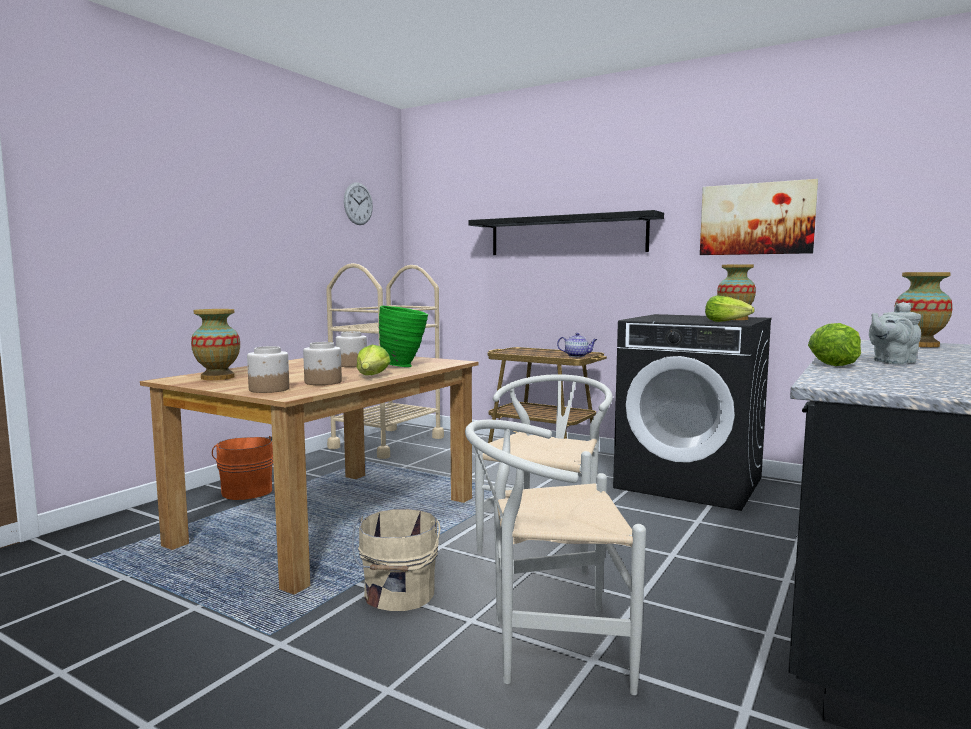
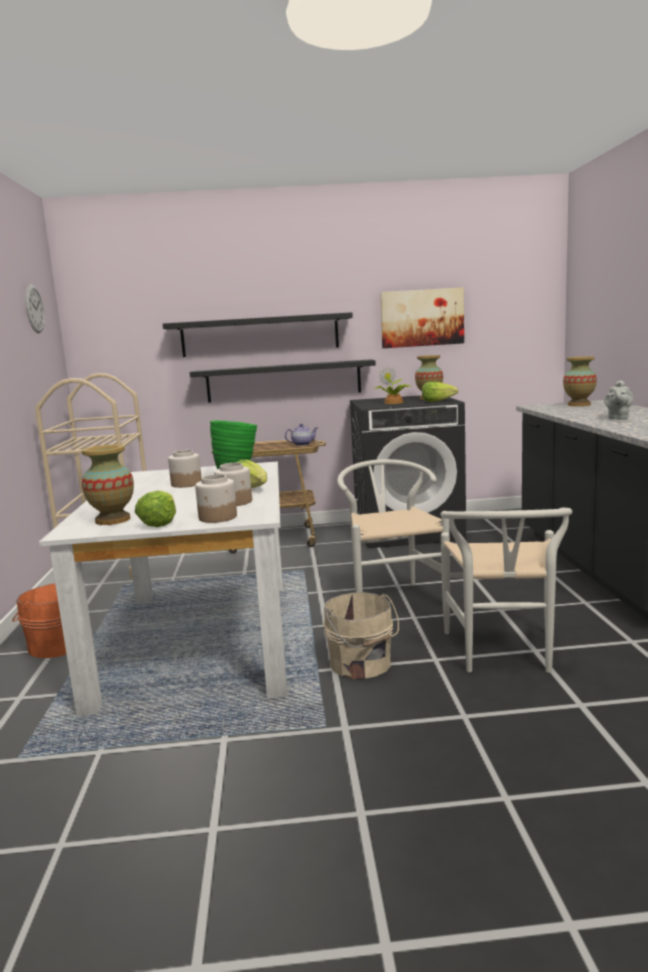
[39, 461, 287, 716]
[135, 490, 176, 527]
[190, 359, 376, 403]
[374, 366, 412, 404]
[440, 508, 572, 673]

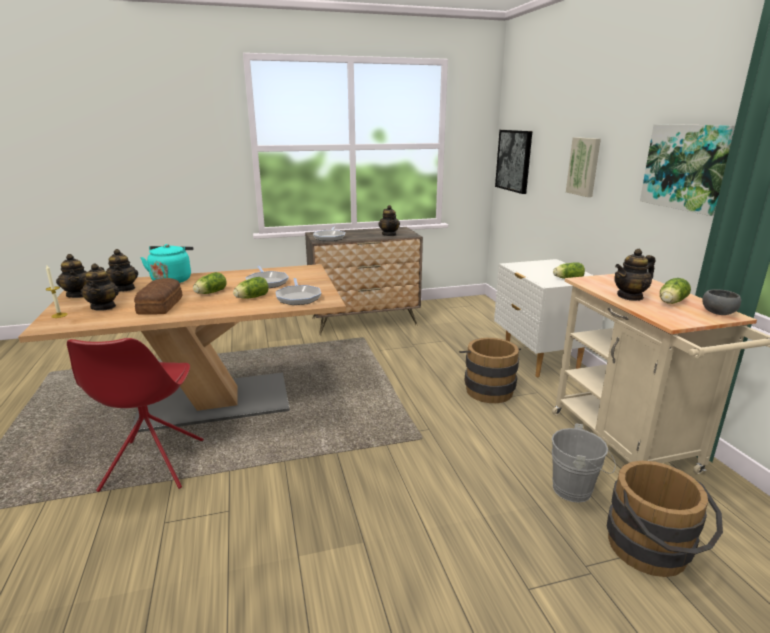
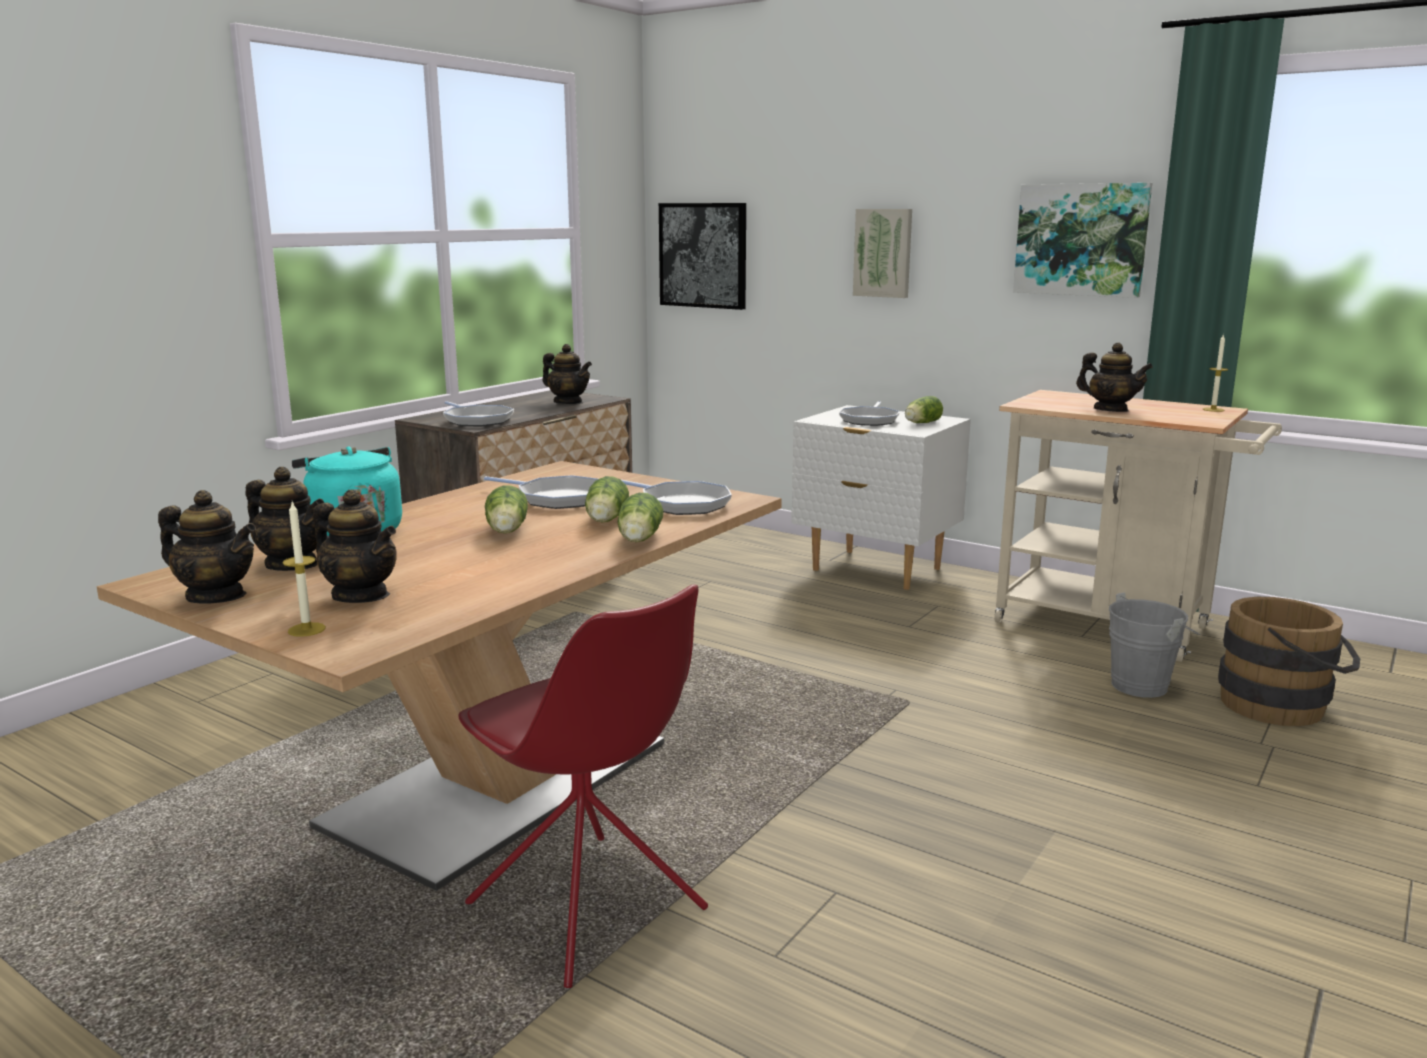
[617, 493, 663, 542]
[839, 401, 900, 426]
[1076, 343, 1153, 412]
[1203, 334, 1228, 412]
[134, 278, 183, 315] (first image)
[459, 338, 521, 403] (first image)

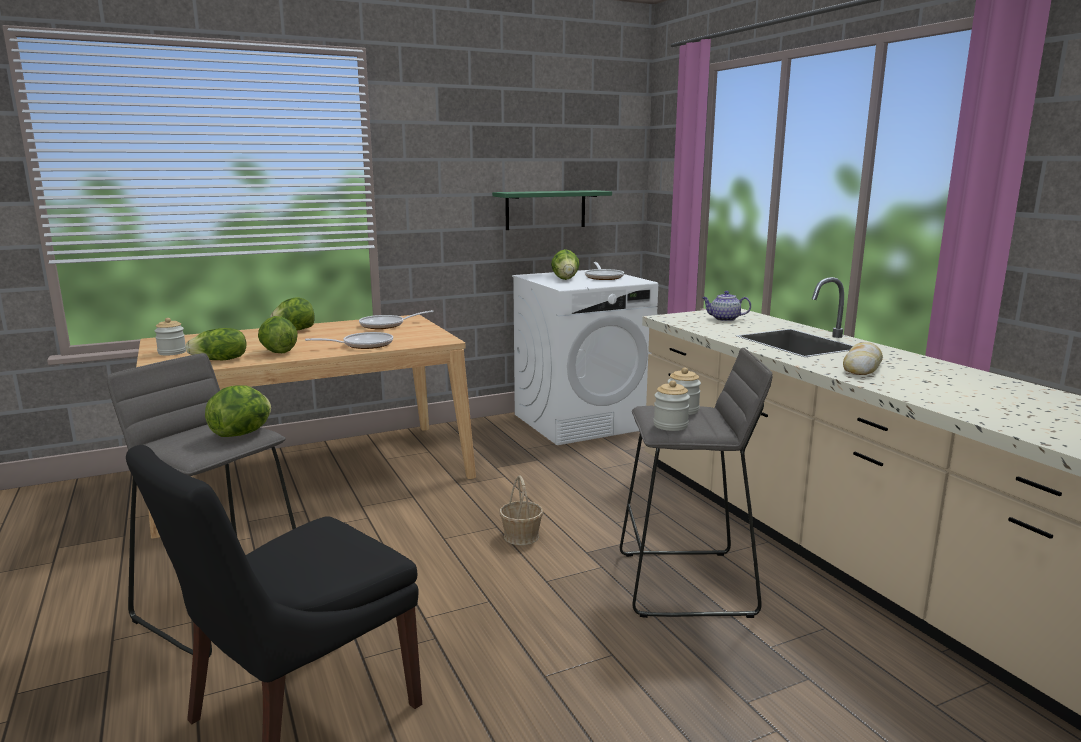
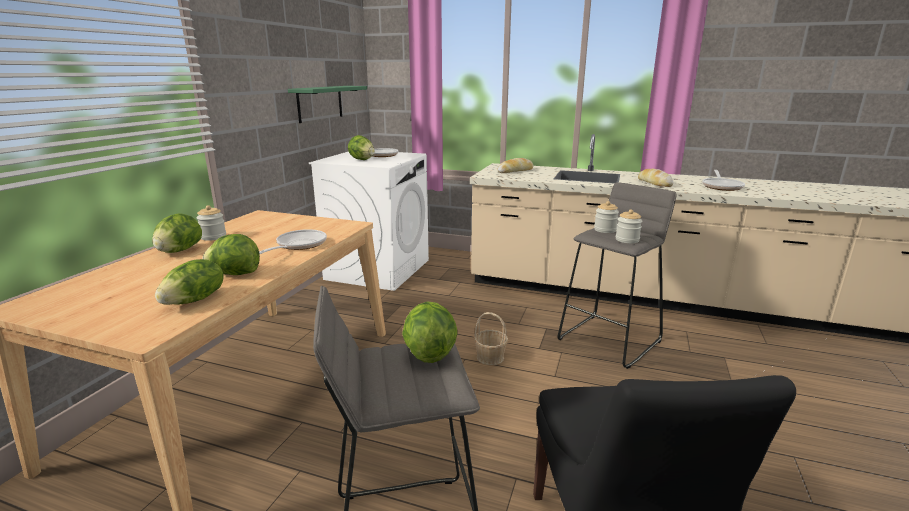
[196, 205, 226, 241]
[497, 158, 533, 173]
[702, 170, 745, 191]

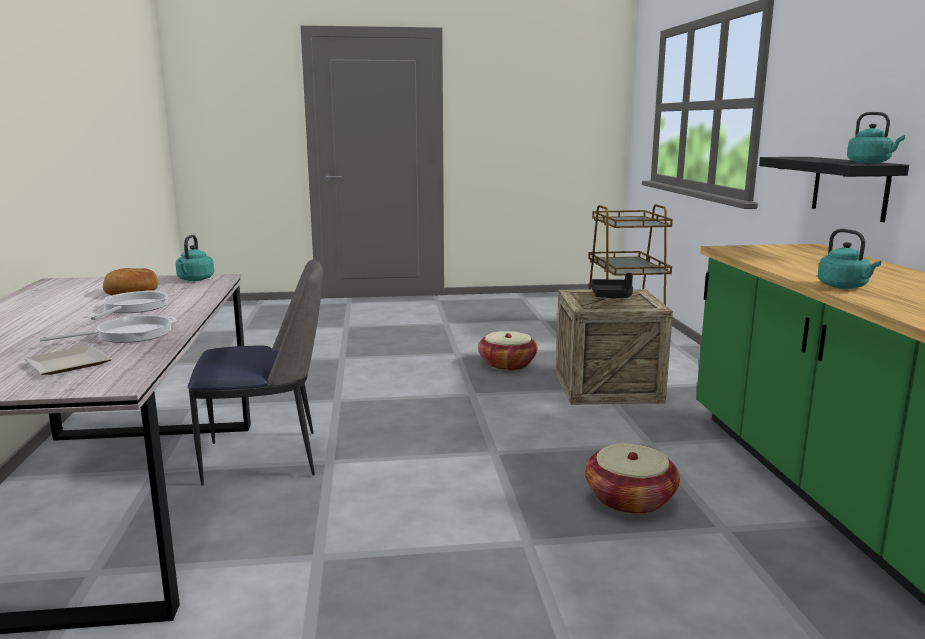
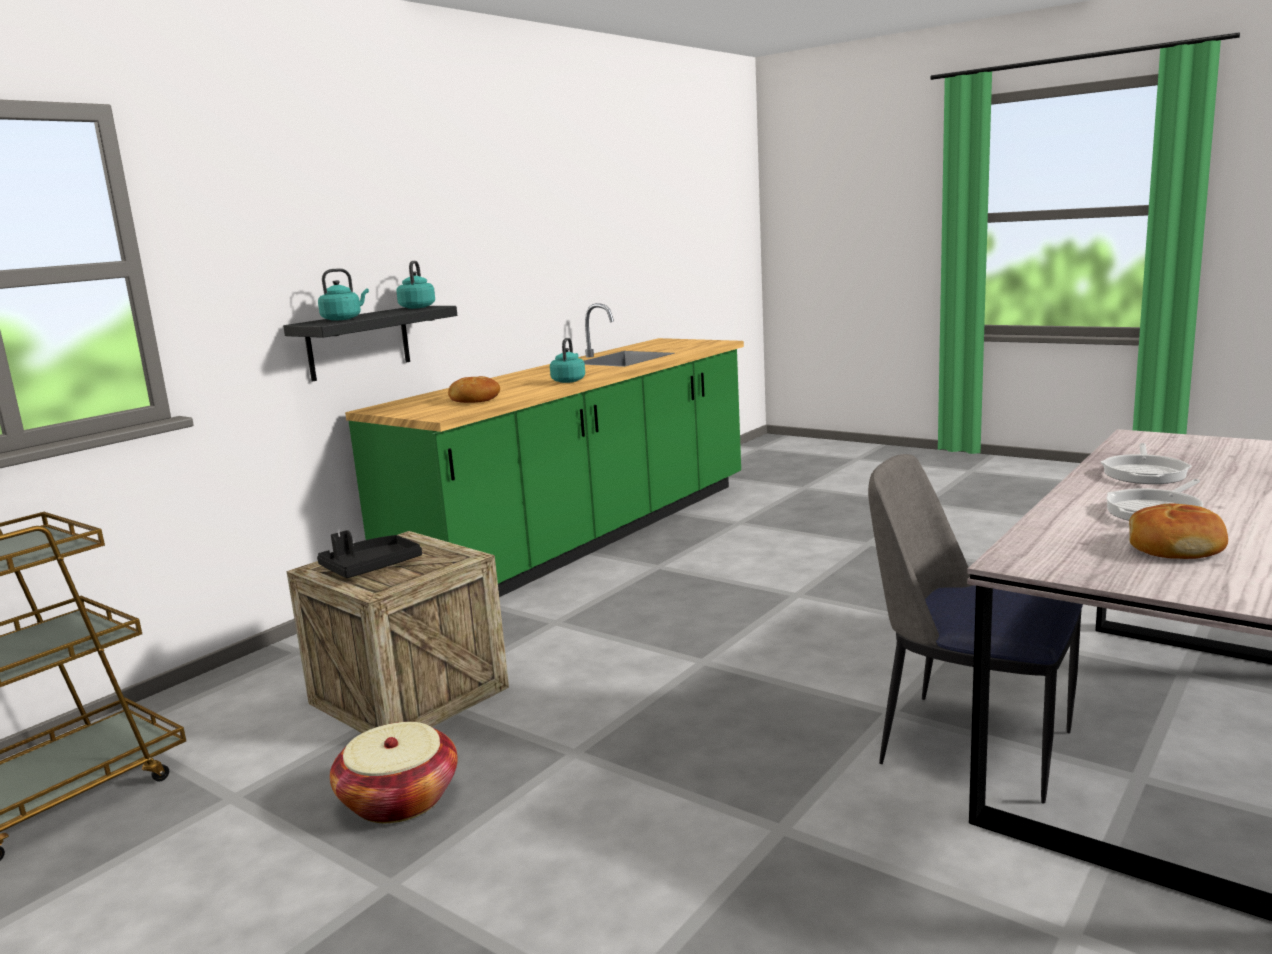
[318, 269, 369, 321]
[448, 376, 500, 403]
[1101, 443, 1192, 484]
[24, 345, 112, 375] (first image)
[585, 444, 680, 515] (first image)

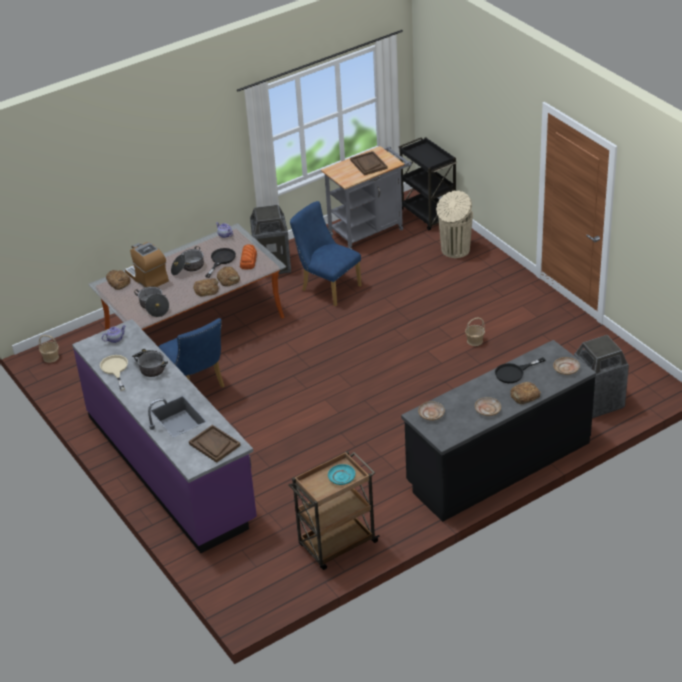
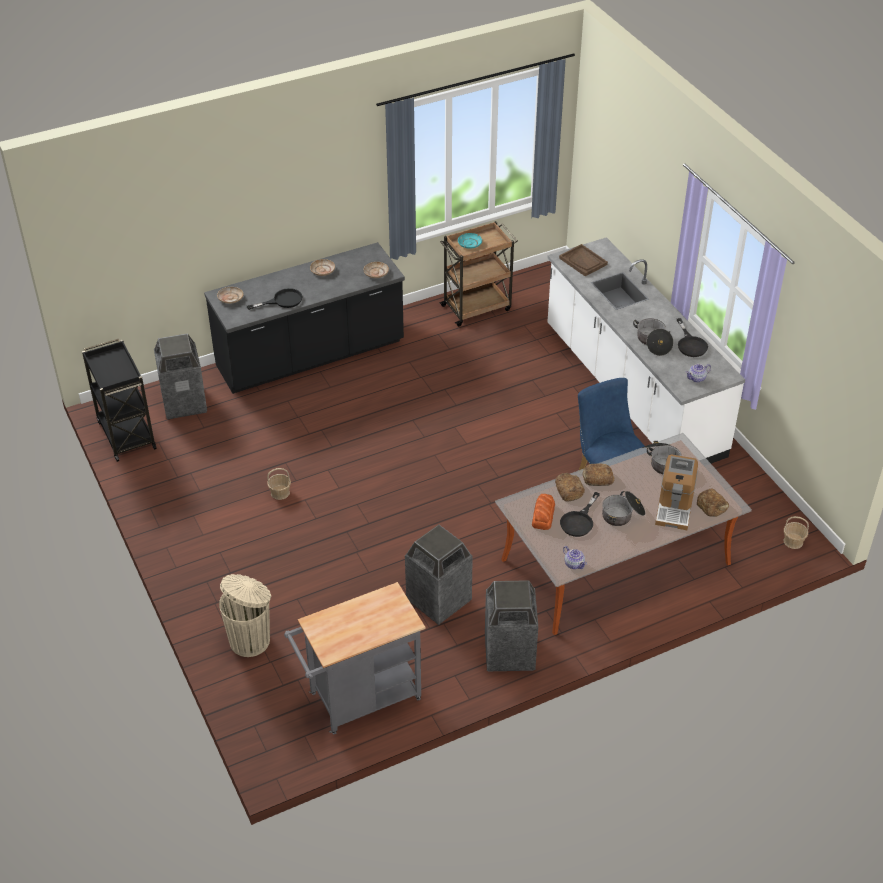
[82, 338, 157, 462]
[405, 525, 473, 625]
[547, 237, 745, 464]
[655, 454, 698, 530]
[677, 318, 708, 357]
[350, 151, 387, 176] (first image)
[510, 382, 541, 404] (first image)

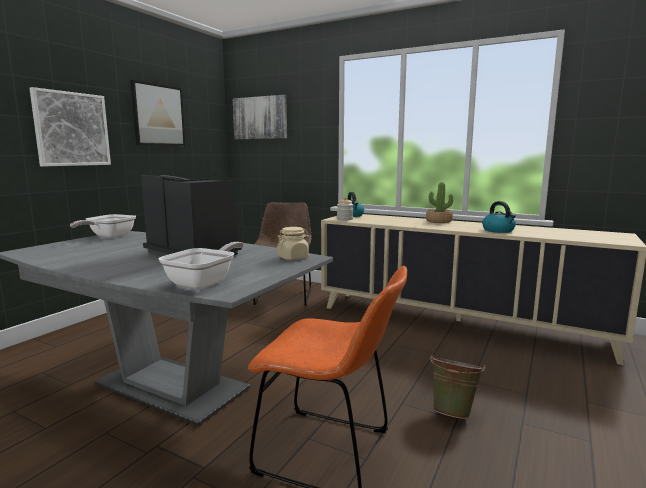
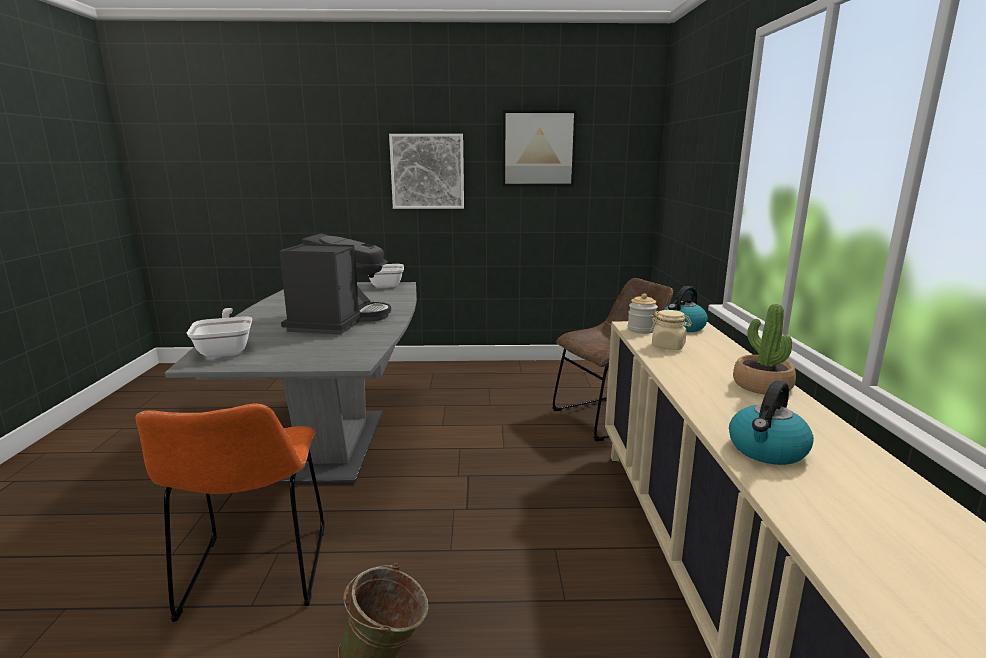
[187, 308, 252, 358]
[650, 310, 692, 350]
[233, 95, 287, 139] (first image)

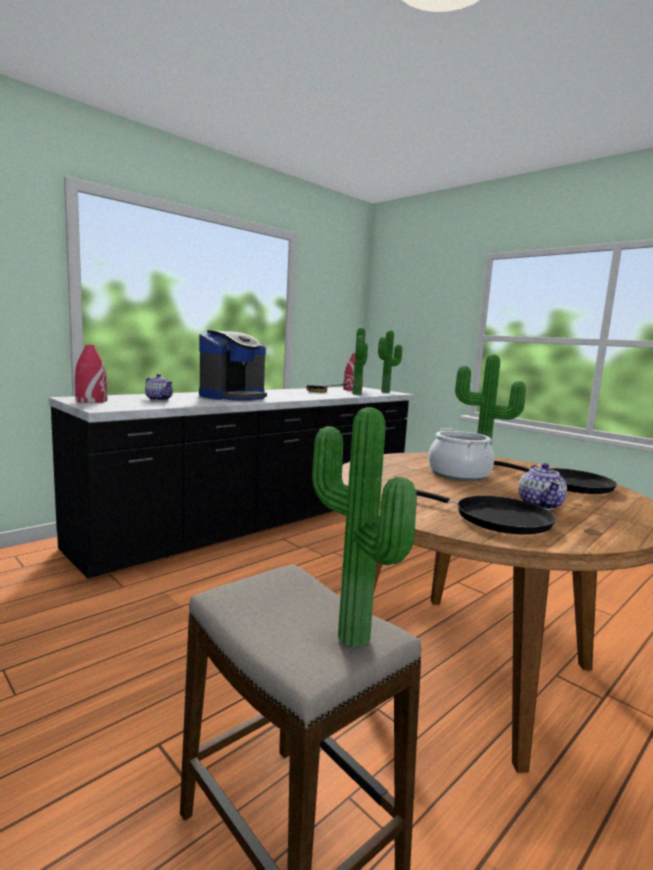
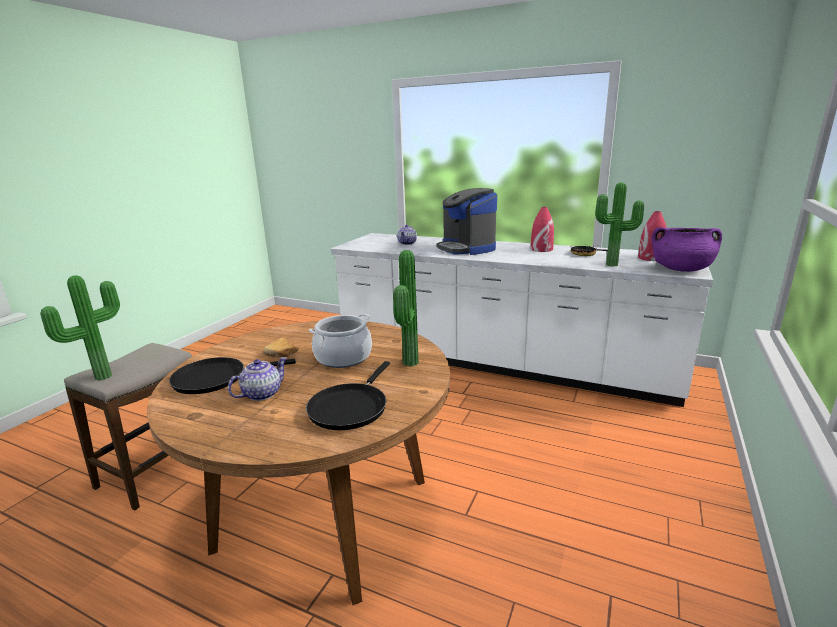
[169, 357, 296, 394]
[228, 357, 287, 401]
[263, 337, 299, 358]
[331, 233, 713, 407]
[436, 188, 497, 255]
[531, 207, 554, 252]
[651, 227, 722, 272]

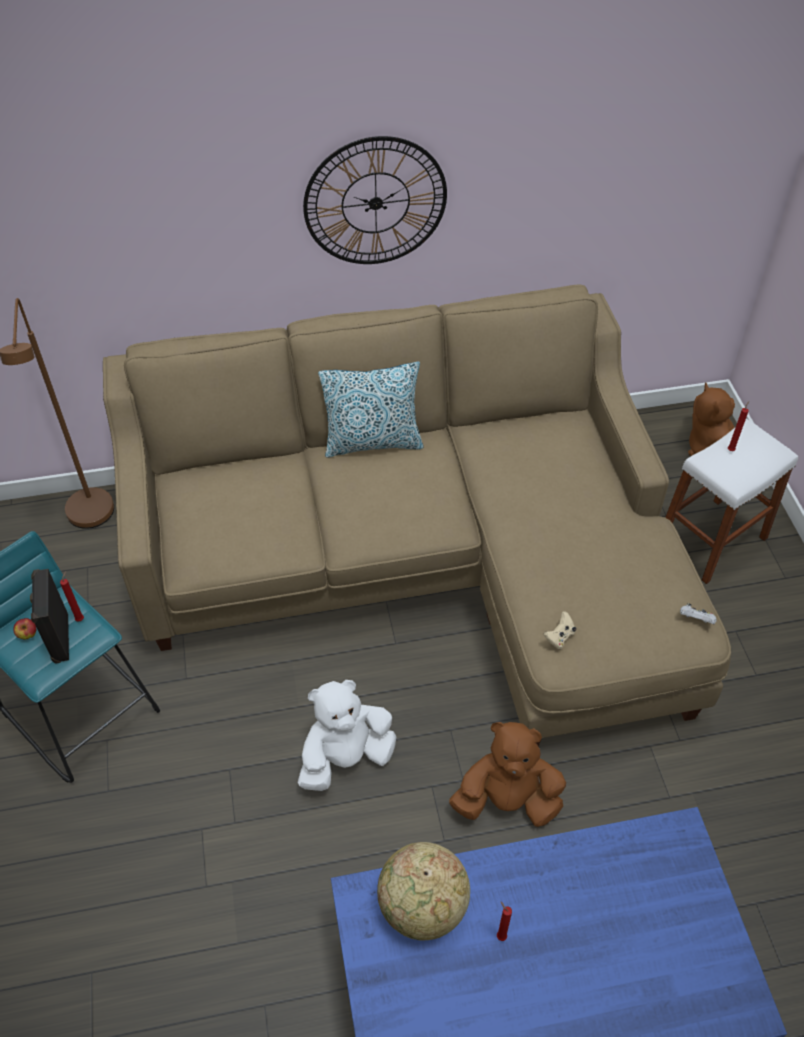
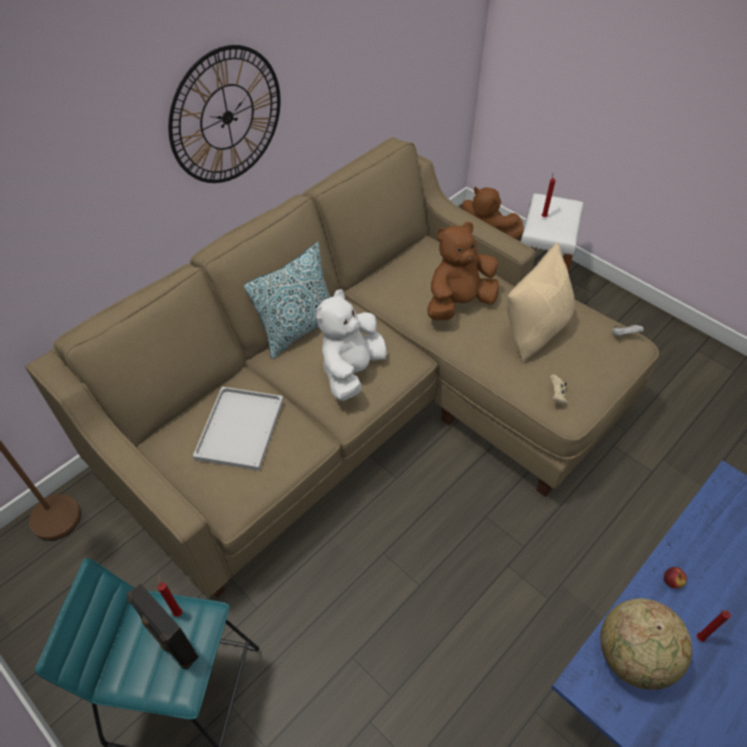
[193, 387, 284, 471]
[315, 289, 387, 401]
[427, 222, 499, 320]
[506, 242, 574, 362]
[664, 567, 687, 589]

